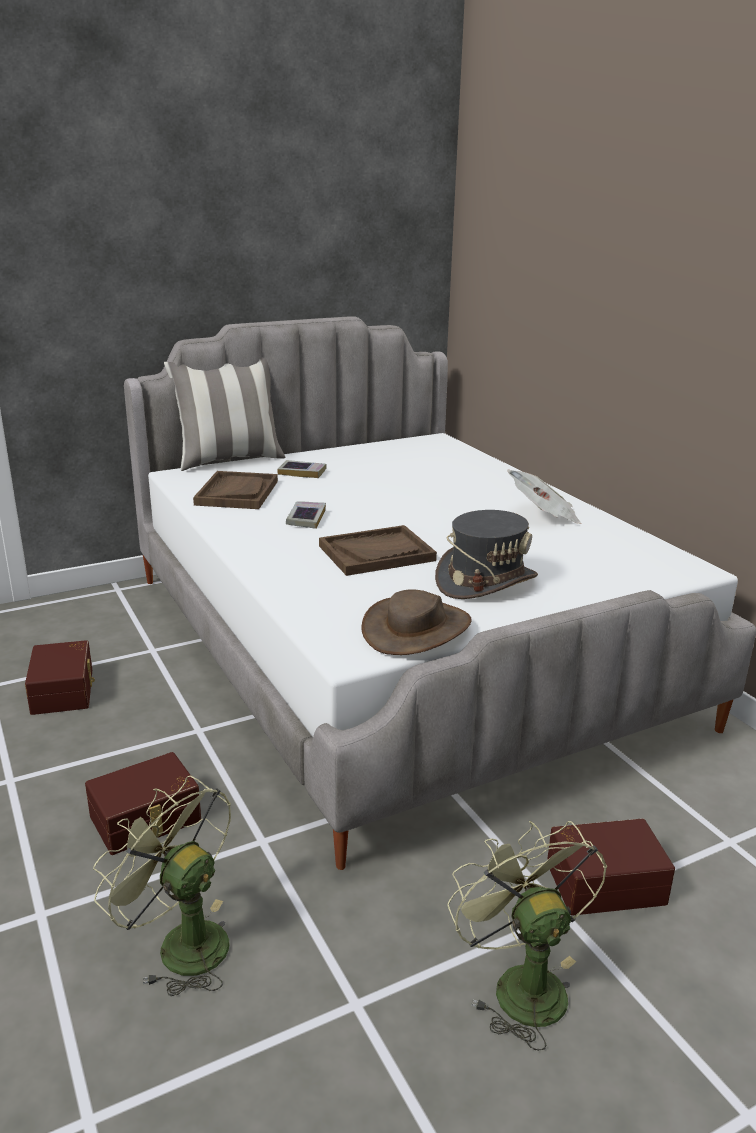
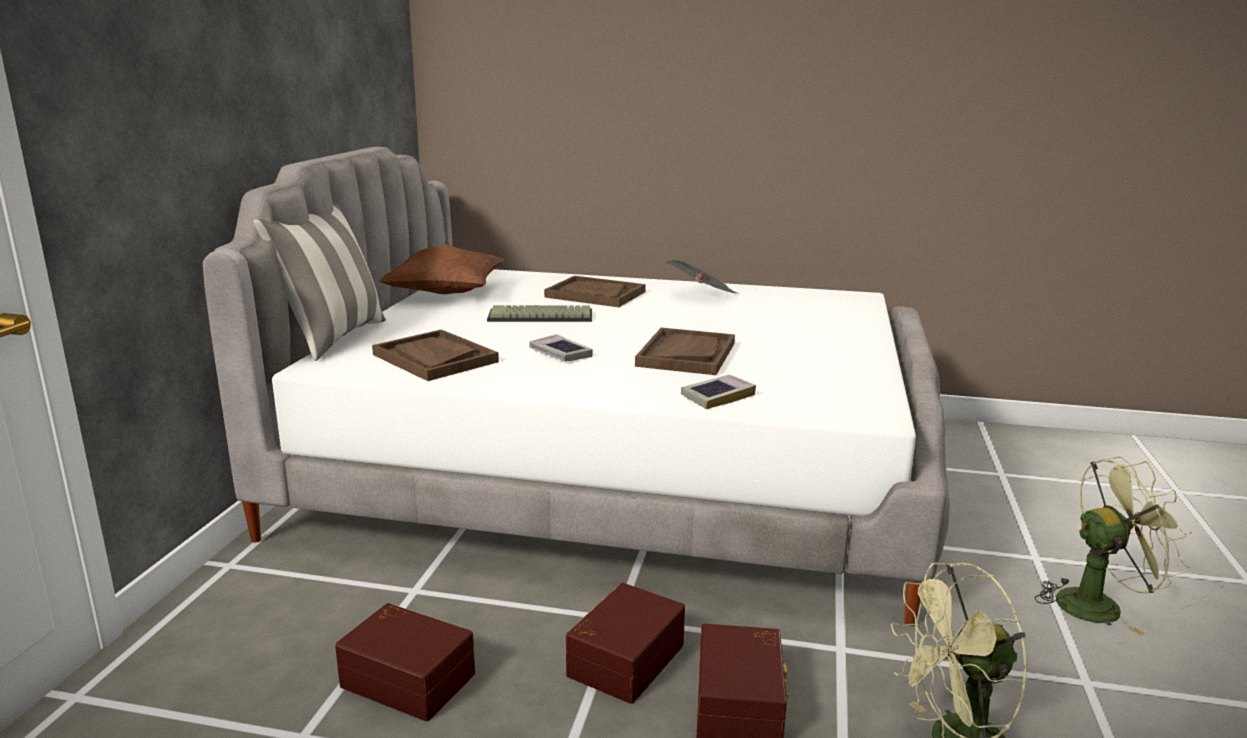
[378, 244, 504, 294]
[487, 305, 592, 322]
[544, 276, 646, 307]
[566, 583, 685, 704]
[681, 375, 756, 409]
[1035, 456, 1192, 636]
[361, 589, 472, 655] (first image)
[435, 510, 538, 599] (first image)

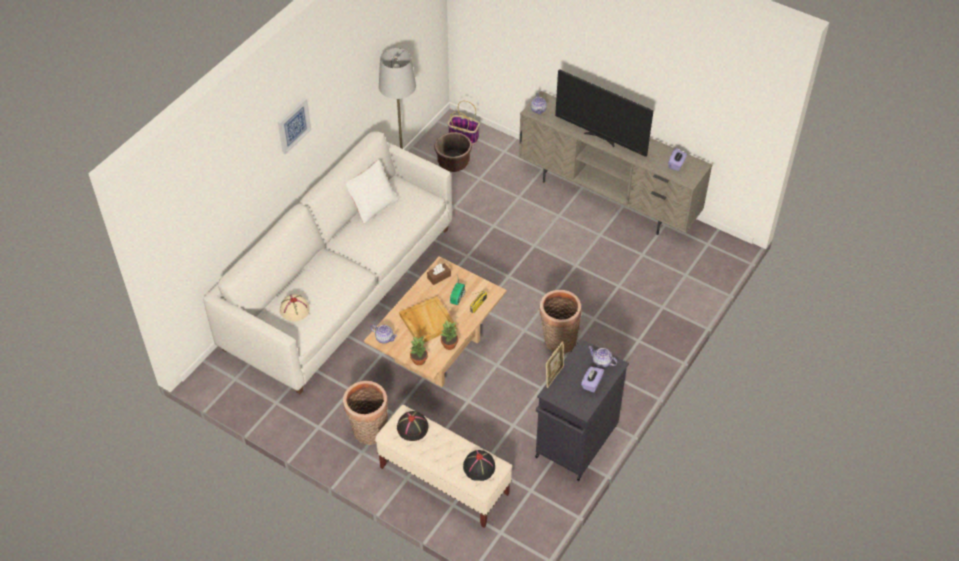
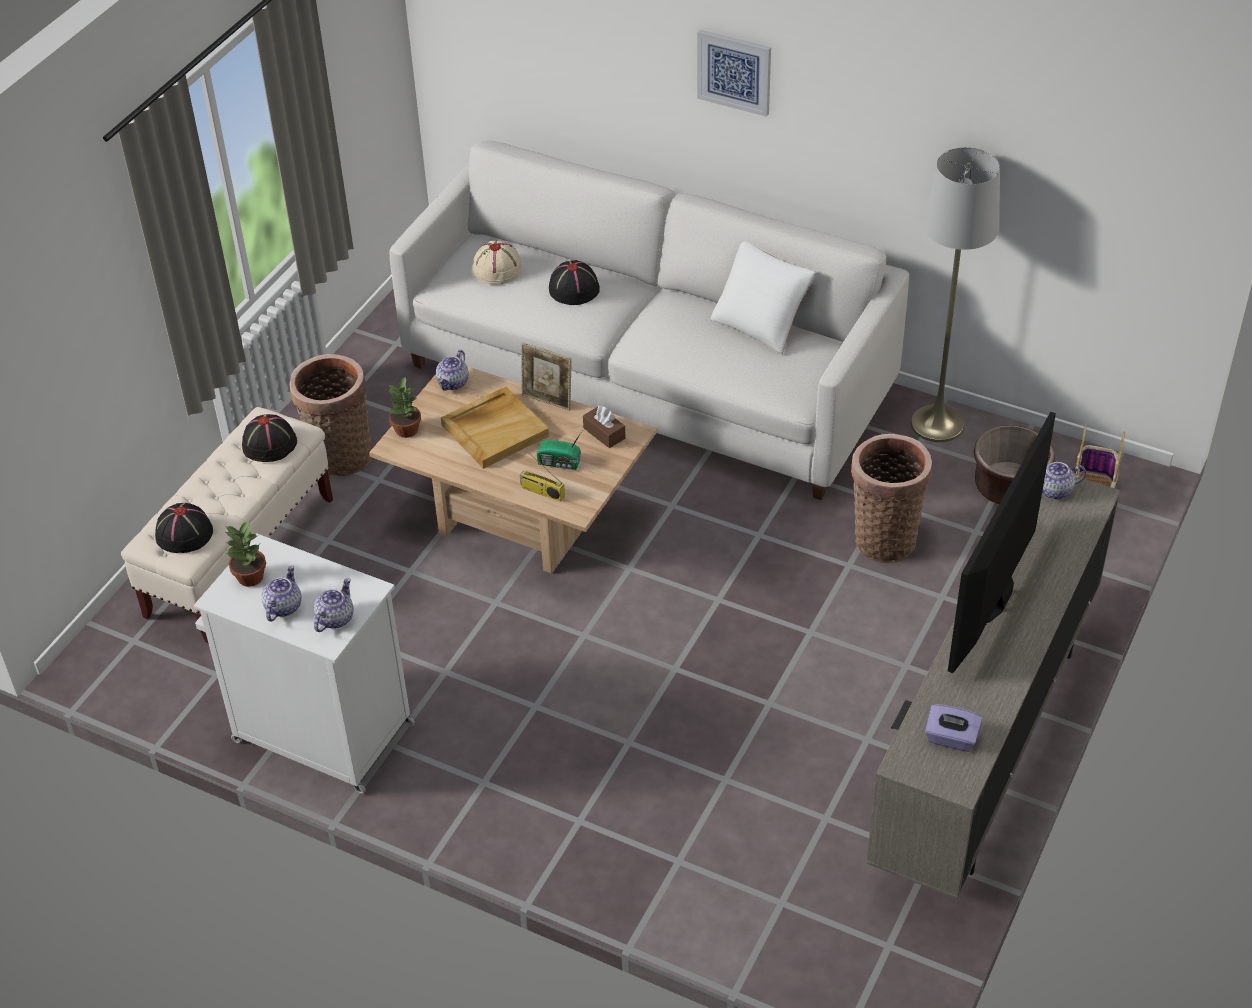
[193, 533, 415, 794]
[225, 521, 266, 587]
[262, 565, 301, 621]
[521, 343, 572, 410]
[549, 260, 600, 305]
[851, 434, 932, 563]

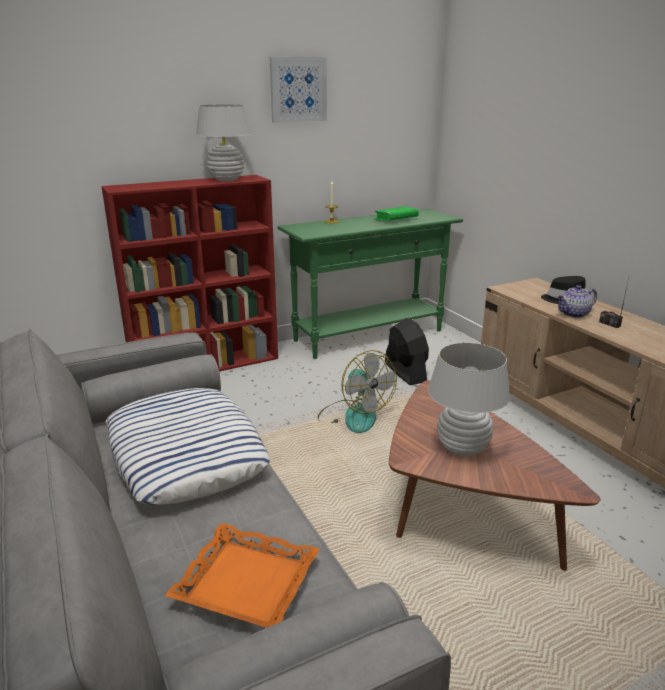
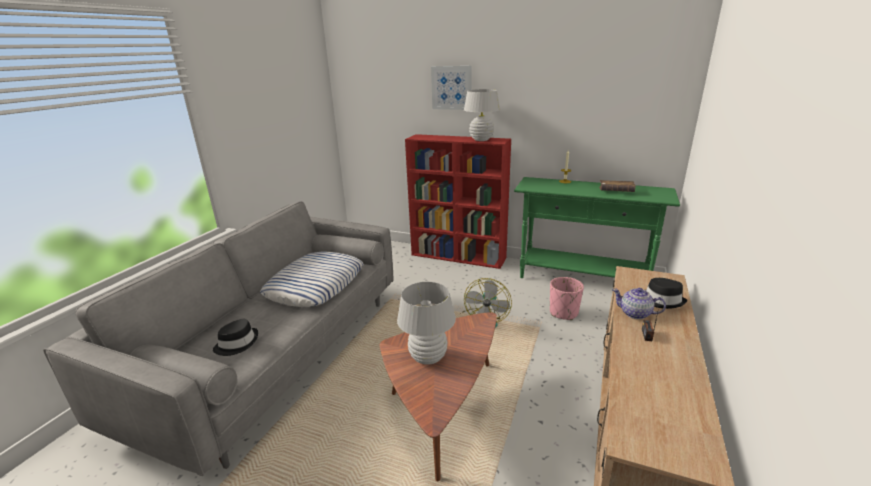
[213, 319, 258, 356]
[431, 66, 471, 110]
[550, 277, 584, 320]
[599, 180, 636, 192]

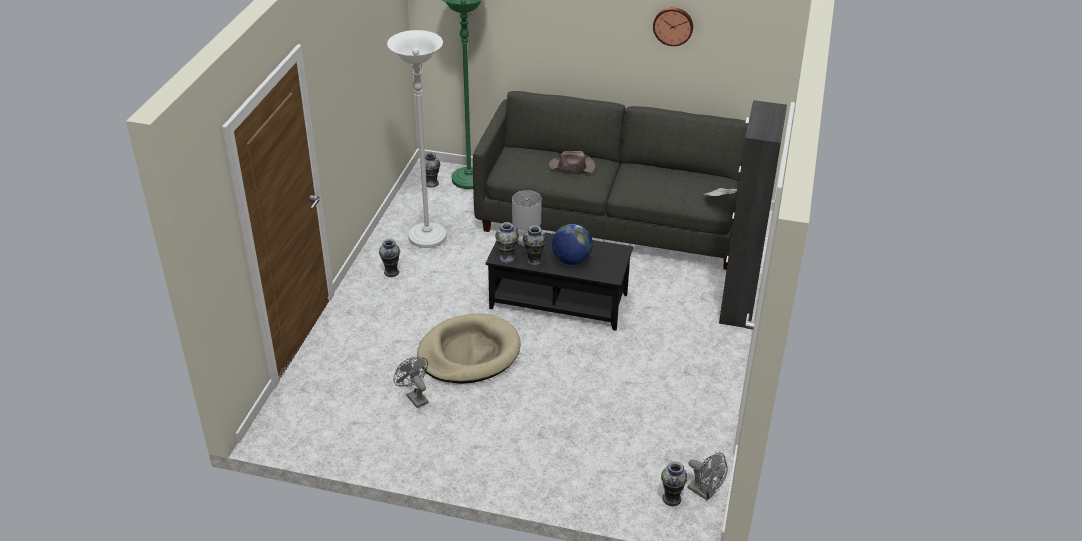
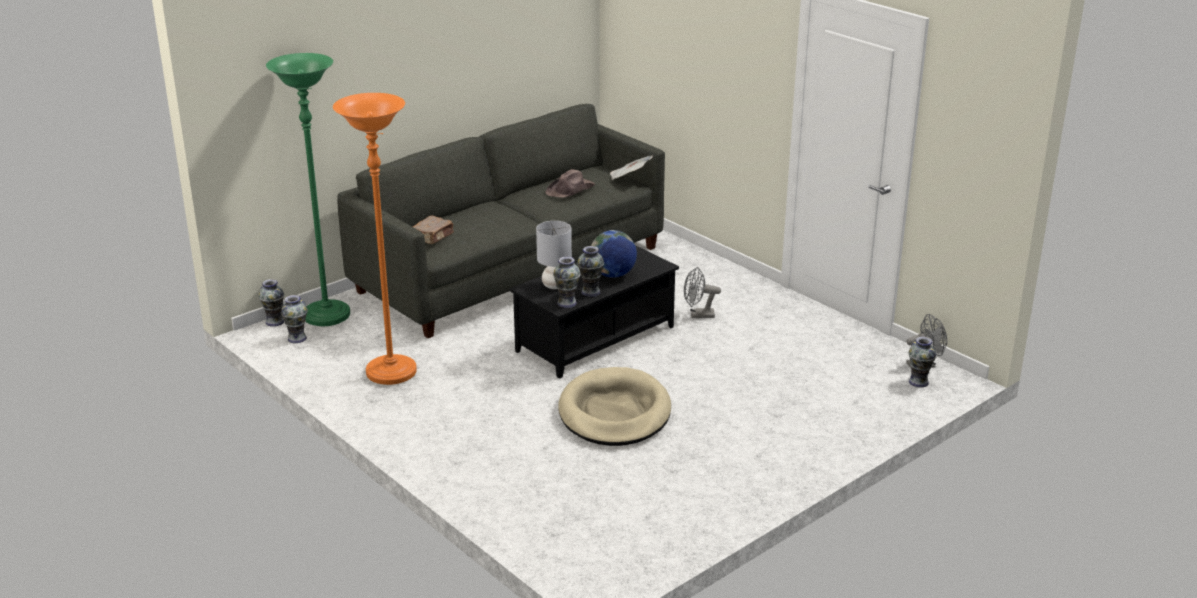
[259, 279, 284, 327]
[333, 93, 417, 385]
[413, 216, 454, 244]
[545, 169, 595, 198]
[684, 267, 721, 318]
[653, 7, 693, 46] (first image)
[719, 100, 787, 328] (first image)

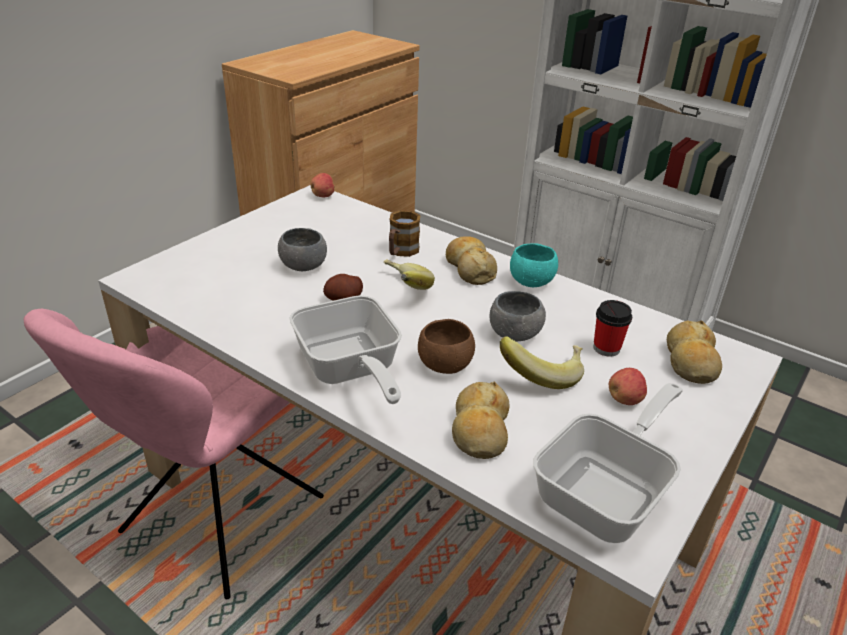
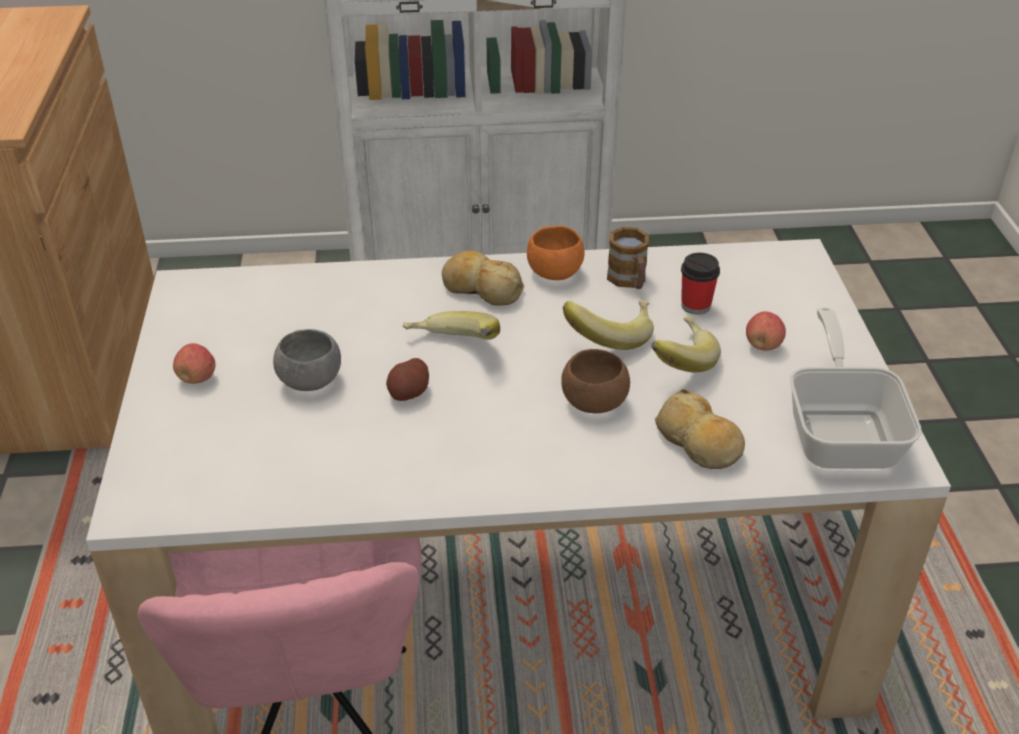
[173, 343, 216, 384]
[527, 226, 585, 280]
[563, 300, 654, 350]
[607, 227, 649, 289]
[289, 295, 402, 404] (first image)
[667, 320, 722, 384] (first image)

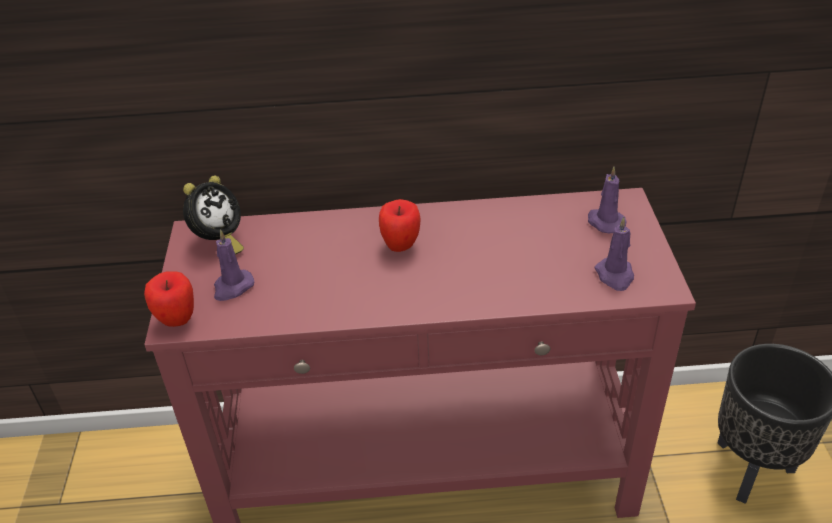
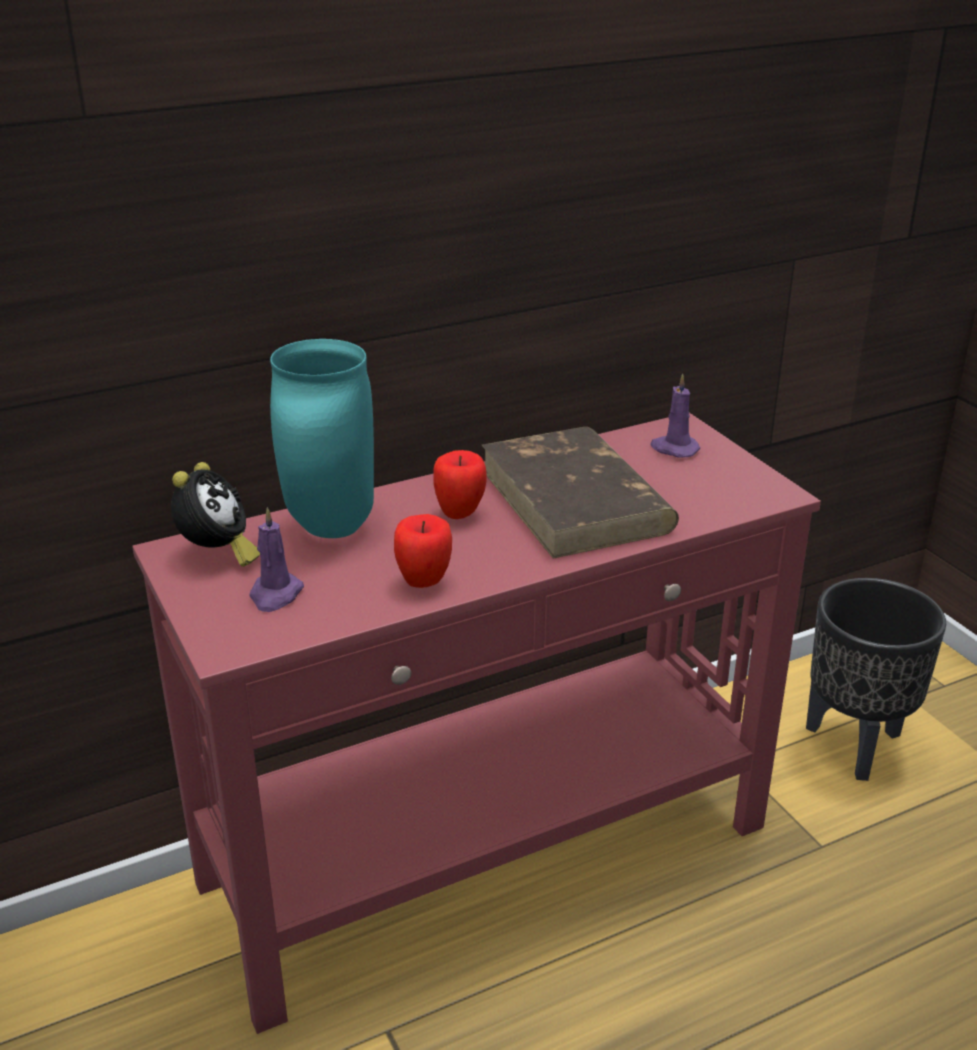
[270, 339, 374, 538]
[394, 514, 452, 588]
[482, 427, 679, 559]
[595, 217, 634, 291] (first image)

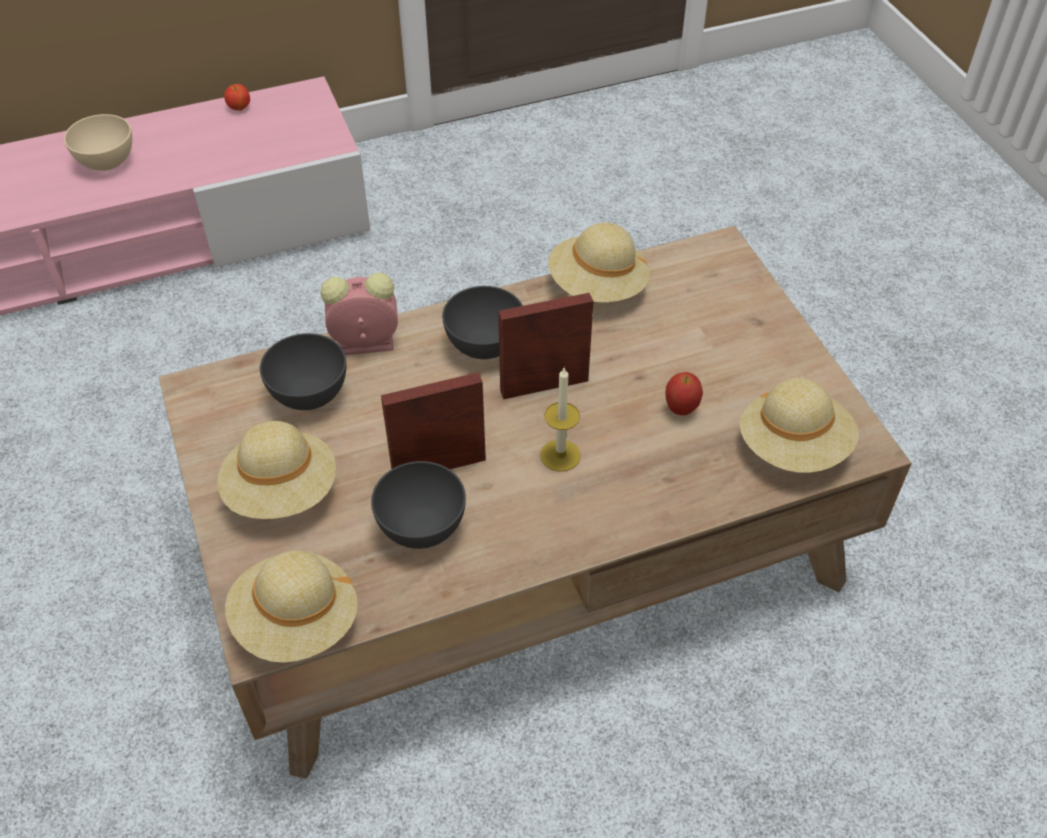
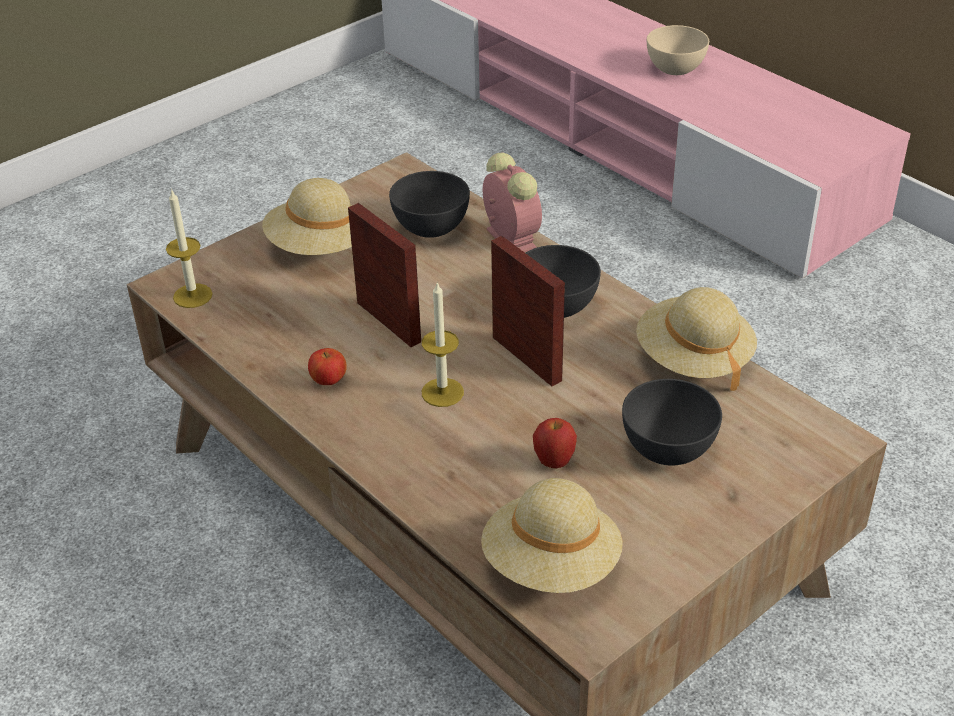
[166, 189, 213, 308]
[308, 348, 347, 385]
[622, 379, 722, 466]

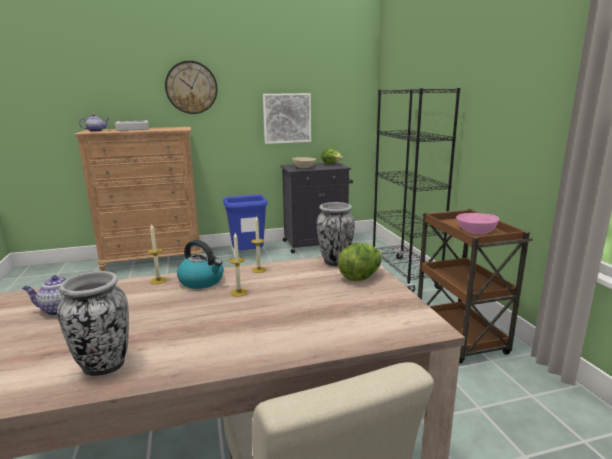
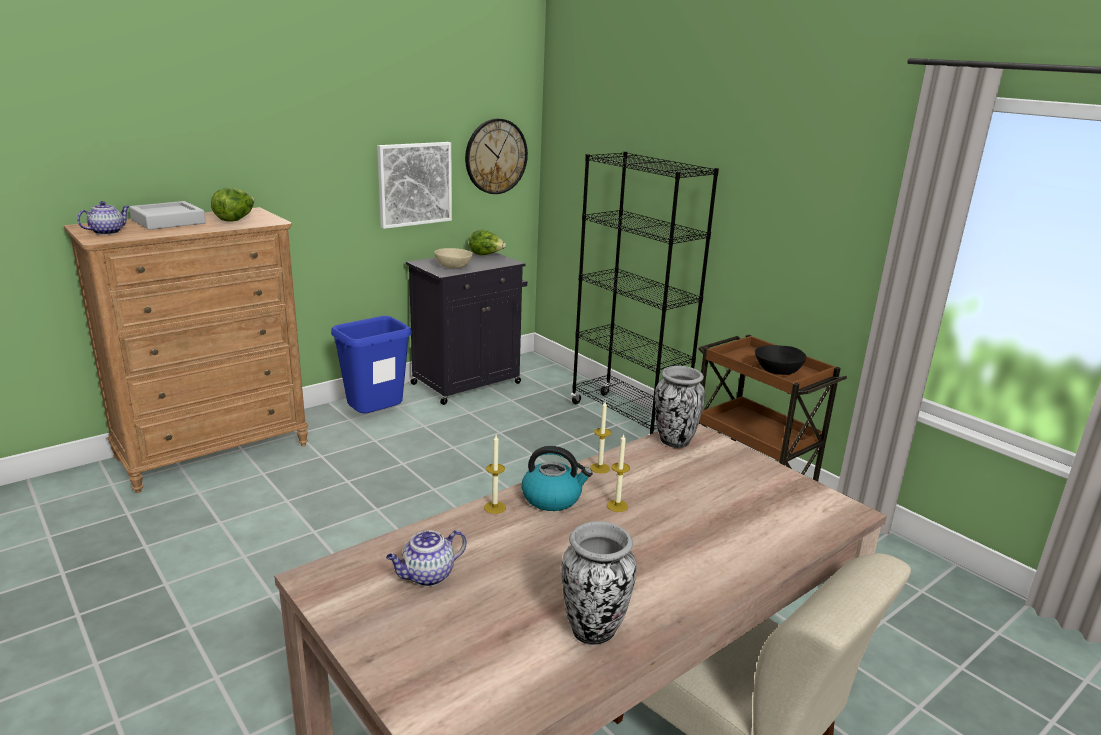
[211, 187, 254, 222]
[465, 119, 528, 194]
[755, 345, 806, 375]

